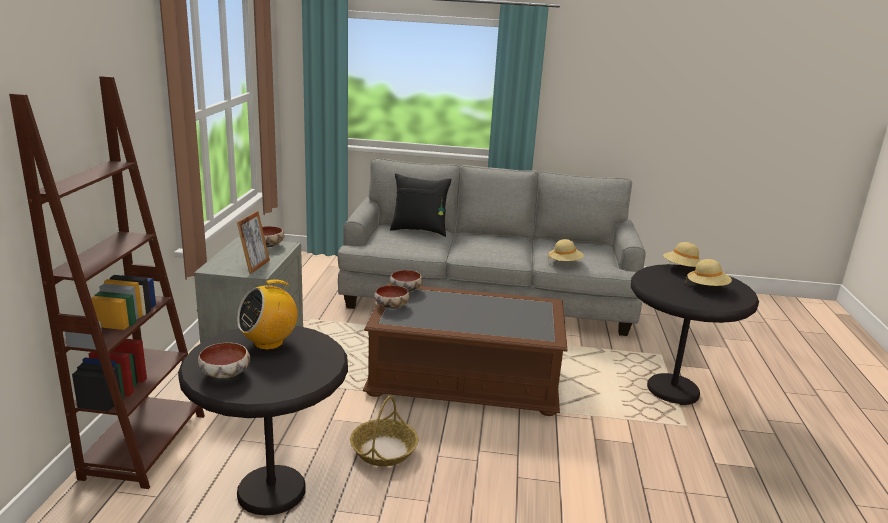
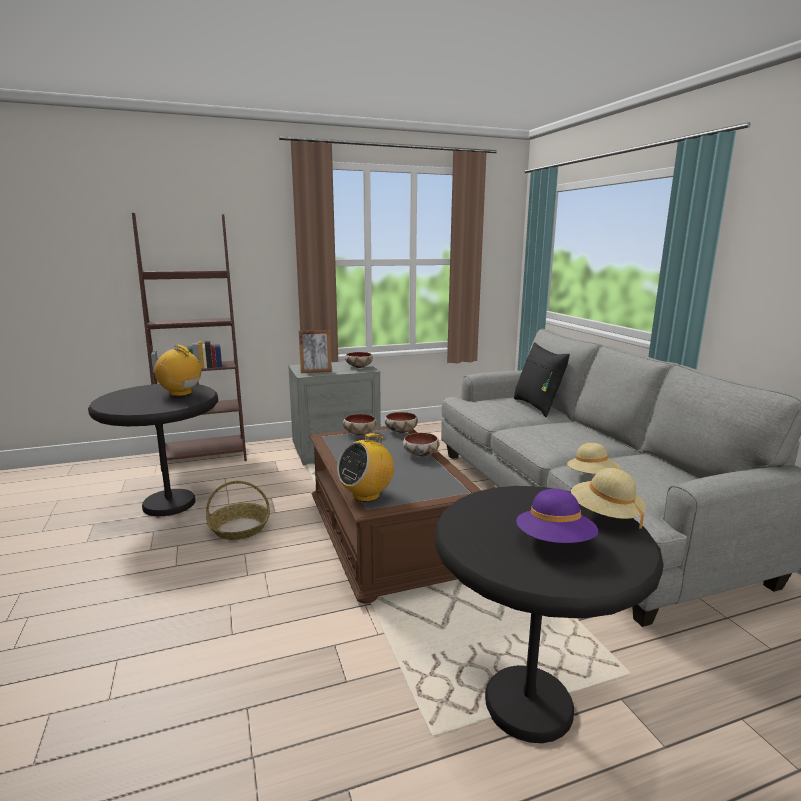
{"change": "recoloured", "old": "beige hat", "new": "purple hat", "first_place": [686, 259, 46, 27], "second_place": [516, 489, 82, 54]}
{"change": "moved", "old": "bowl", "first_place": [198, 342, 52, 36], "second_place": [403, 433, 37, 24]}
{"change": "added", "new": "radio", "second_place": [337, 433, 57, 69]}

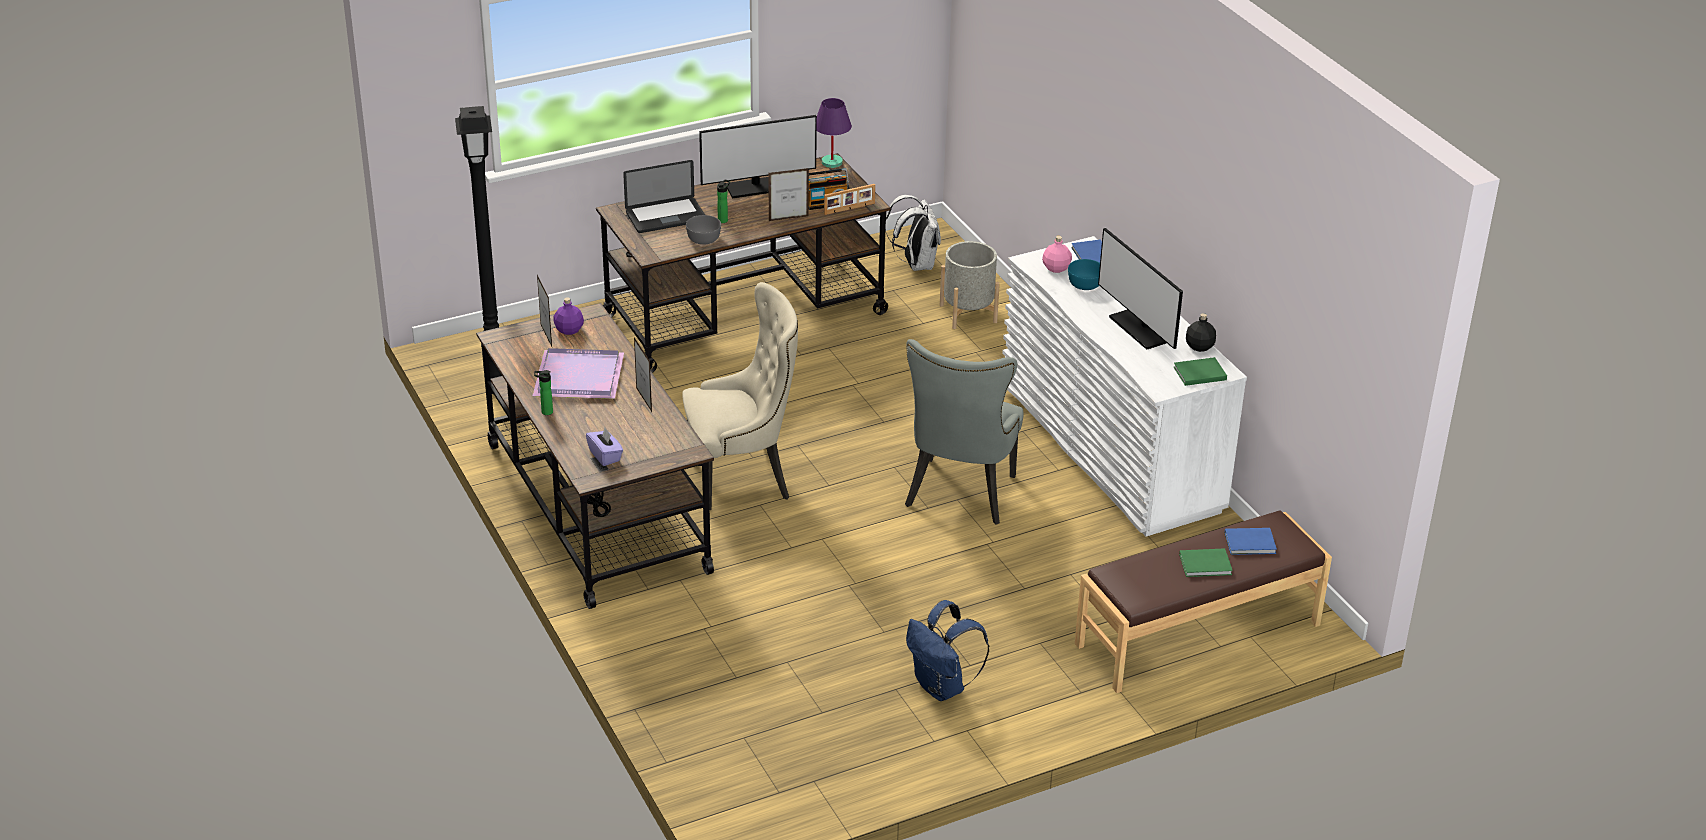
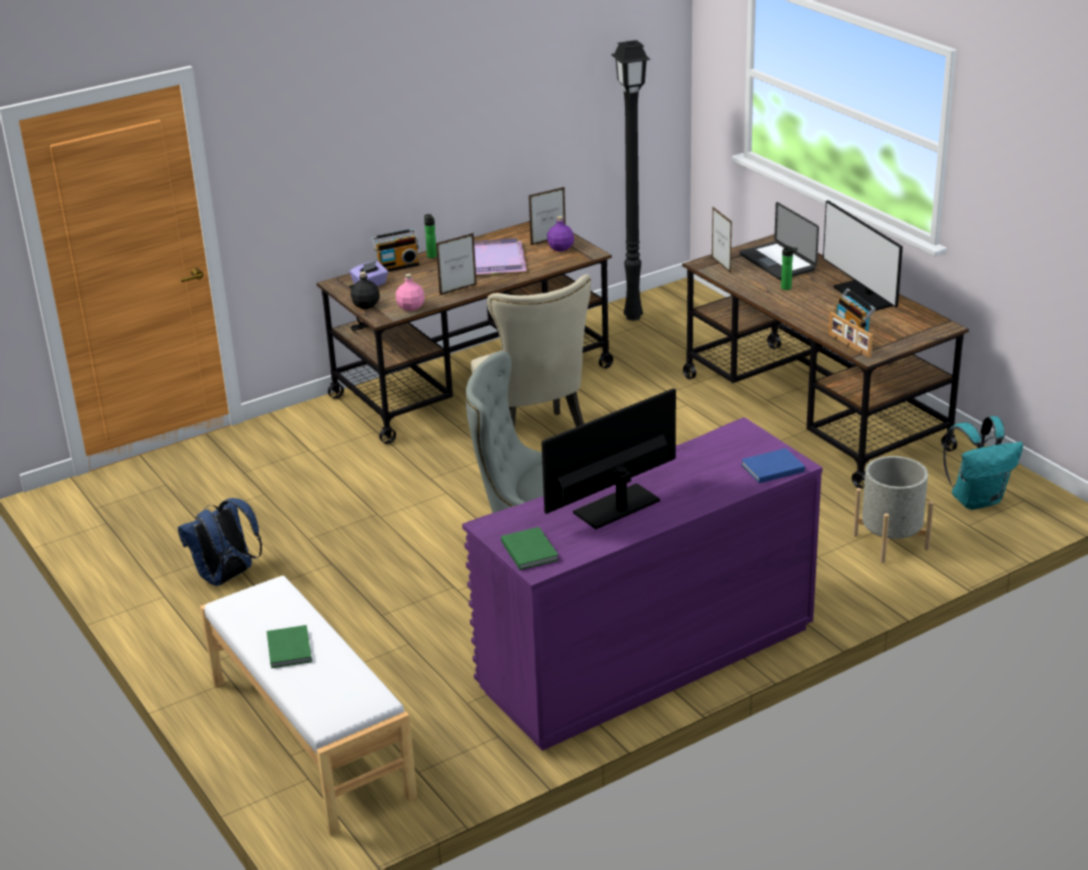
{"change": "removed", "old": "purple table lamp", "first_place": [817, 98, 35, 70]}
{"change": "moved", "old": "picture frame", "first_place": [768, 168, 41, 53], "second_place": [712, 207, 20, 66]}
{"change": "recoloured", "old": "white backpack", "new": "turquoise backpack", "first_place": [885, 195, 56, 76], "second_place": [943, 416, 80, 94]}
{"change": "removed", "old": "grey bowl", "first_place": [686, 215, 35, 30]}
{"change": "recoloured", "old": "white dresser", "new": "purple dresser", "first_place": [1002, 236, 245, 300], "second_place": [462, 417, 361, 334]}
{"change": "moved", "old": "pink bottle", "first_place": [1042, 236, 30, 37], "second_place": [396, 274, 29, 37]}
{"change": "removed", "old": "turquoise bowl", "first_place": [1068, 259, 32, 31]}
{"change": "moved", "old": "black bottle", "first_place": [1186, 313, 30, 39], "second_place": [351, 272, 29, 37]}
{"change": "recoloured", "old": "brown bench", "new": "white bench", "first_place": [1075, 510, 257, 183], "second_place": [200, 576, 217, 260]}
{"change": "removed", "old": "blue book", "first_place": [1225, 528, 52, 27]}
{"change": "added", "new": "radio", "second_place": [371, 229, 48, 43]}

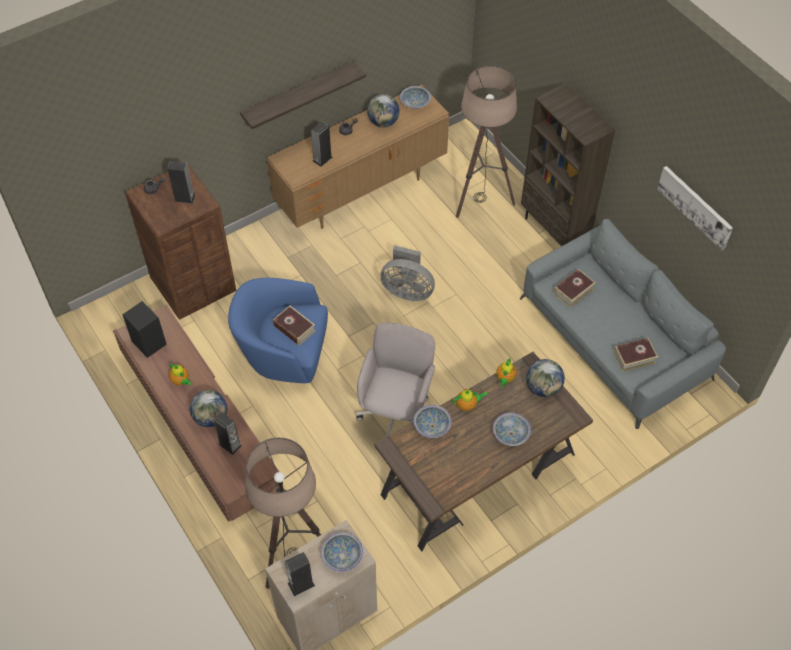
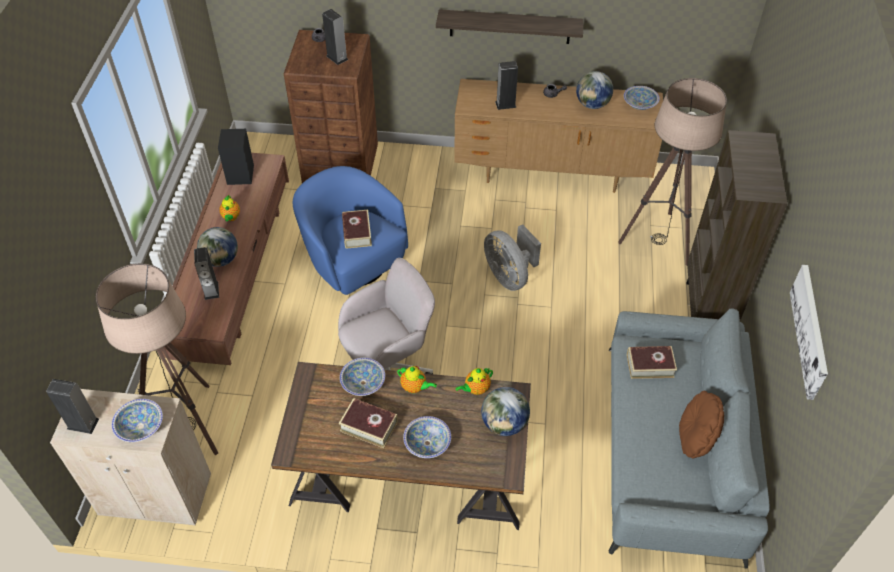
{"change": "moved", "old": "book", "first_place": [613, 338, 45, 34], "second_place": [339, 398, 59, 50]}
{"change": "added", "new": "brown pillow", "second_place": [679, 391, 45, 67]}

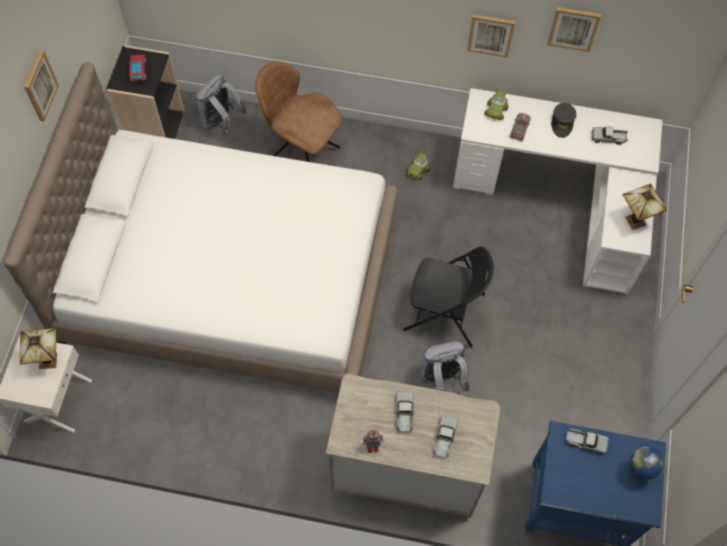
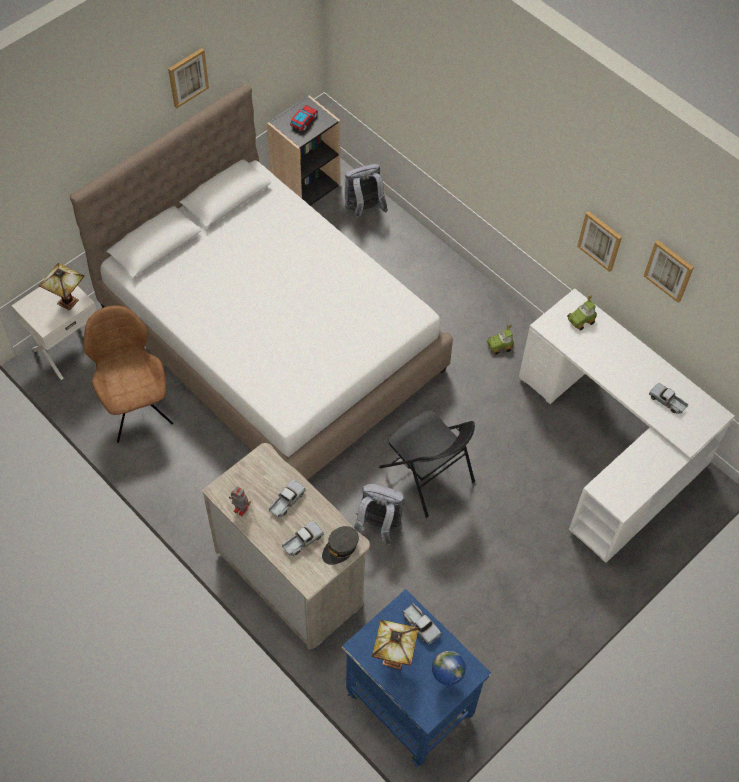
{"change": "moved", "old": "brown chair", "first_place": [255, 61, 87, 101], "second_place": [84, 305, 89, 138]}
{"change": "moved", "old": "grey cap", "first_place": [551, 103, 25, 35], "second_place": [322, 526, 37, 39]}
{"change": "removed", "old": "toy truck", "first_place": [509, 113, 22, 29]}
{"change": "moved", "old": "table lamp", "first_place": [623, 183, 44, 47], "second_place": [372, 620, 47, 50]}

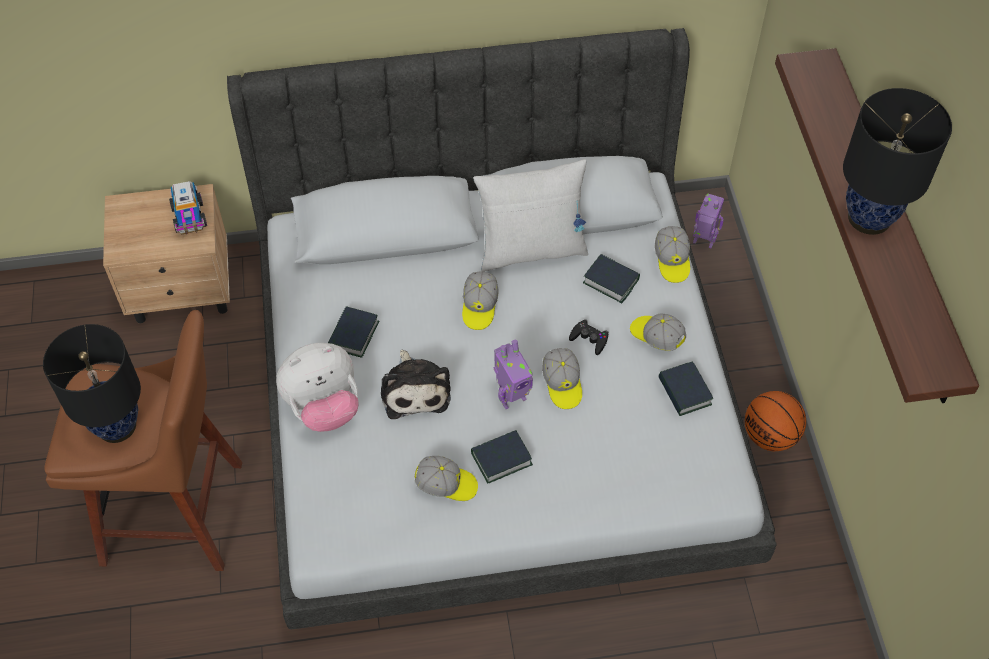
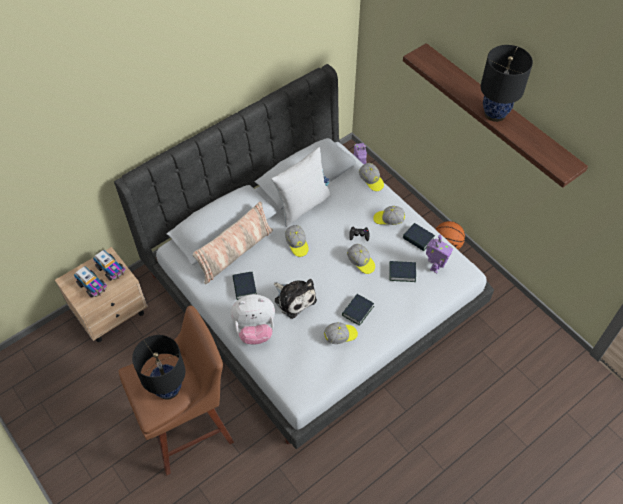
{"change": "moved", "old": "book", "first_place": [583, 254, 57, 49], "second_place": [389, 261, 27, 21]}
{"change": "moved", "old": "toy robot", "first_place": [494, 340, 39, 69], "second_place": [426, 235, 27, 38]}
{"change": "turned", "old": "plush toy", "first_place": [276, 343, 83, 89], "second_place": [231, 294, 44, 51], "degrees": 45}
{"change": "added", "new": "pillow", "second_place": [193, 202, 80, 82]}
{"change": "added", "new": "toy truck", "second_place": [74, 266, 33, 32]}

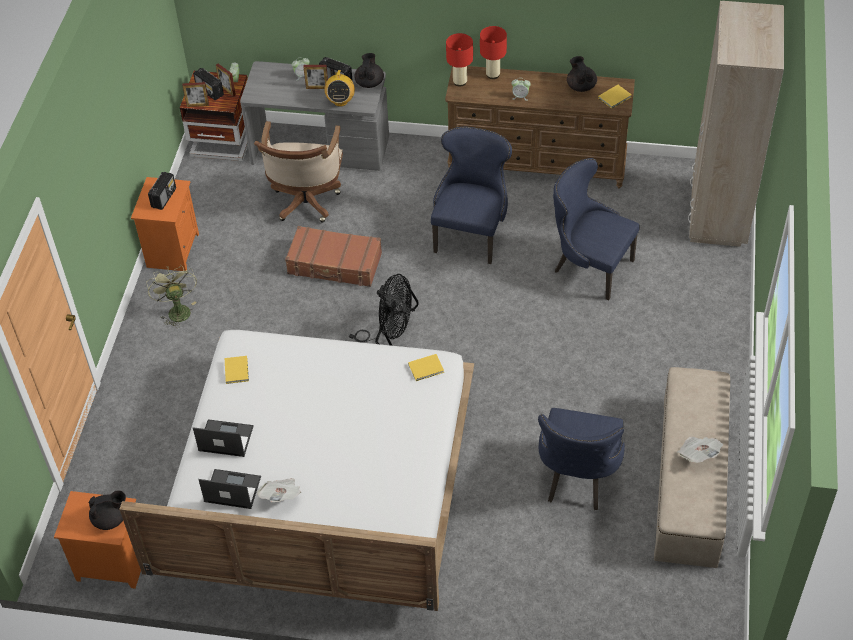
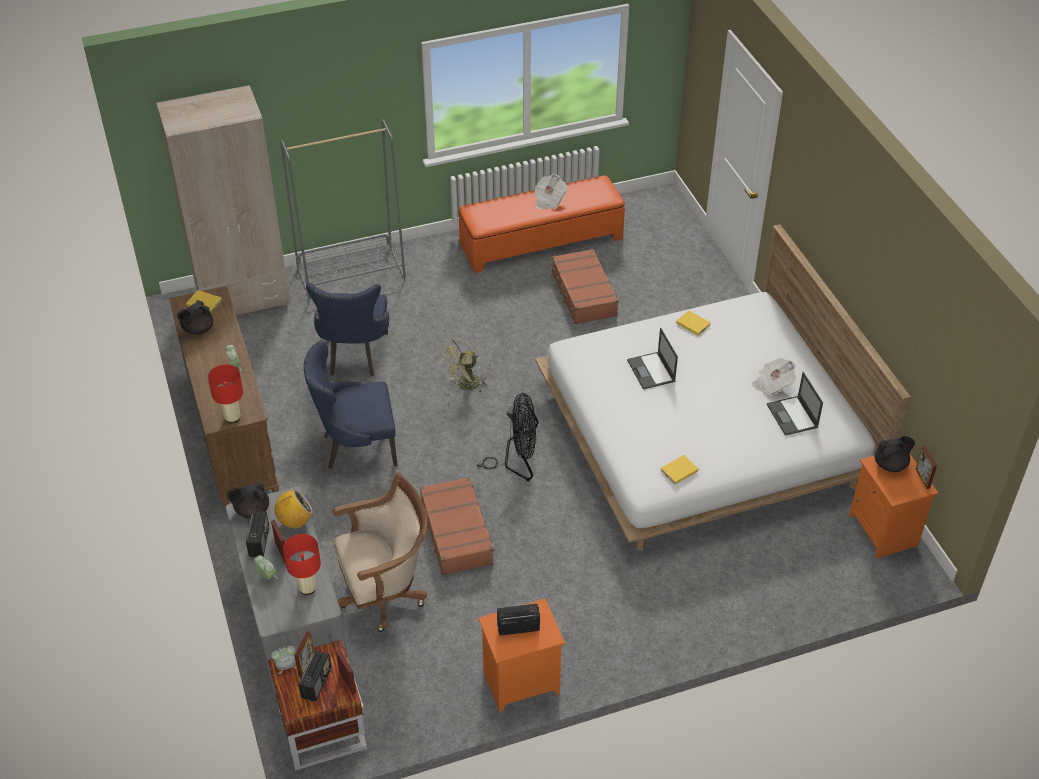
{"change": "moved", "old": "red table lamp", "first_place": [480, 26, 27, 53], "second_place": [283, 534, 38, 61]}
{"change": "moved", "old": "green fan", "first_place": [146, 265, 51, 63], "second_place": [441, 339, 46, 53]}
{"change": "turned", "old": "black fan", "first_place": [348, 274, 71, 72], "second_place": [476, 393, 62, 89], "degrees": 105}
{"change": "moved", "old": "yellow book", "first_place": [408, 354, 36, 27], "second_place": [676, 311, 35, 24]}
{"change": "recoloured", "old": "beige bench", "new": "orange bench", "first_place": [654, 367, 76, 201], "second_place": [459, 175, 166, 98]}
{"change": "replaced", "old": "blue chair", "new": "brown suitcase", "first_place": [538, 408, 87, 102], "second_place": [551, 249, 68, 75]}
{"change": "moved", "old": "laptop", "first_place": [193, 419, 61, 38], "second_place": [627, 328, 51, 61]}
{"change": "turned", "old": "black teapot", "first_place": [88, 490, 38, 40], "second_place": [875, 436, 40, 36], "degrees": 120}
{"change": "added", "new": "grey clothes rack", "second_place": [280, 120, 126, 179]}
{"change": "added", "new": "picture frame", "second_place": [916, 446, 21, 43]}

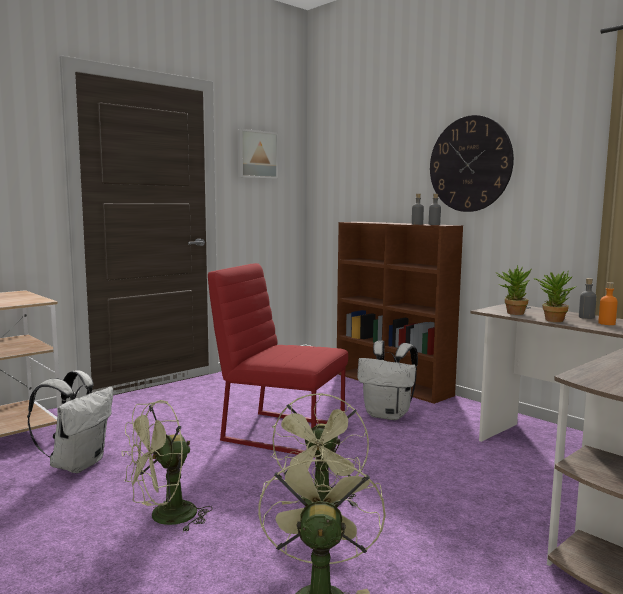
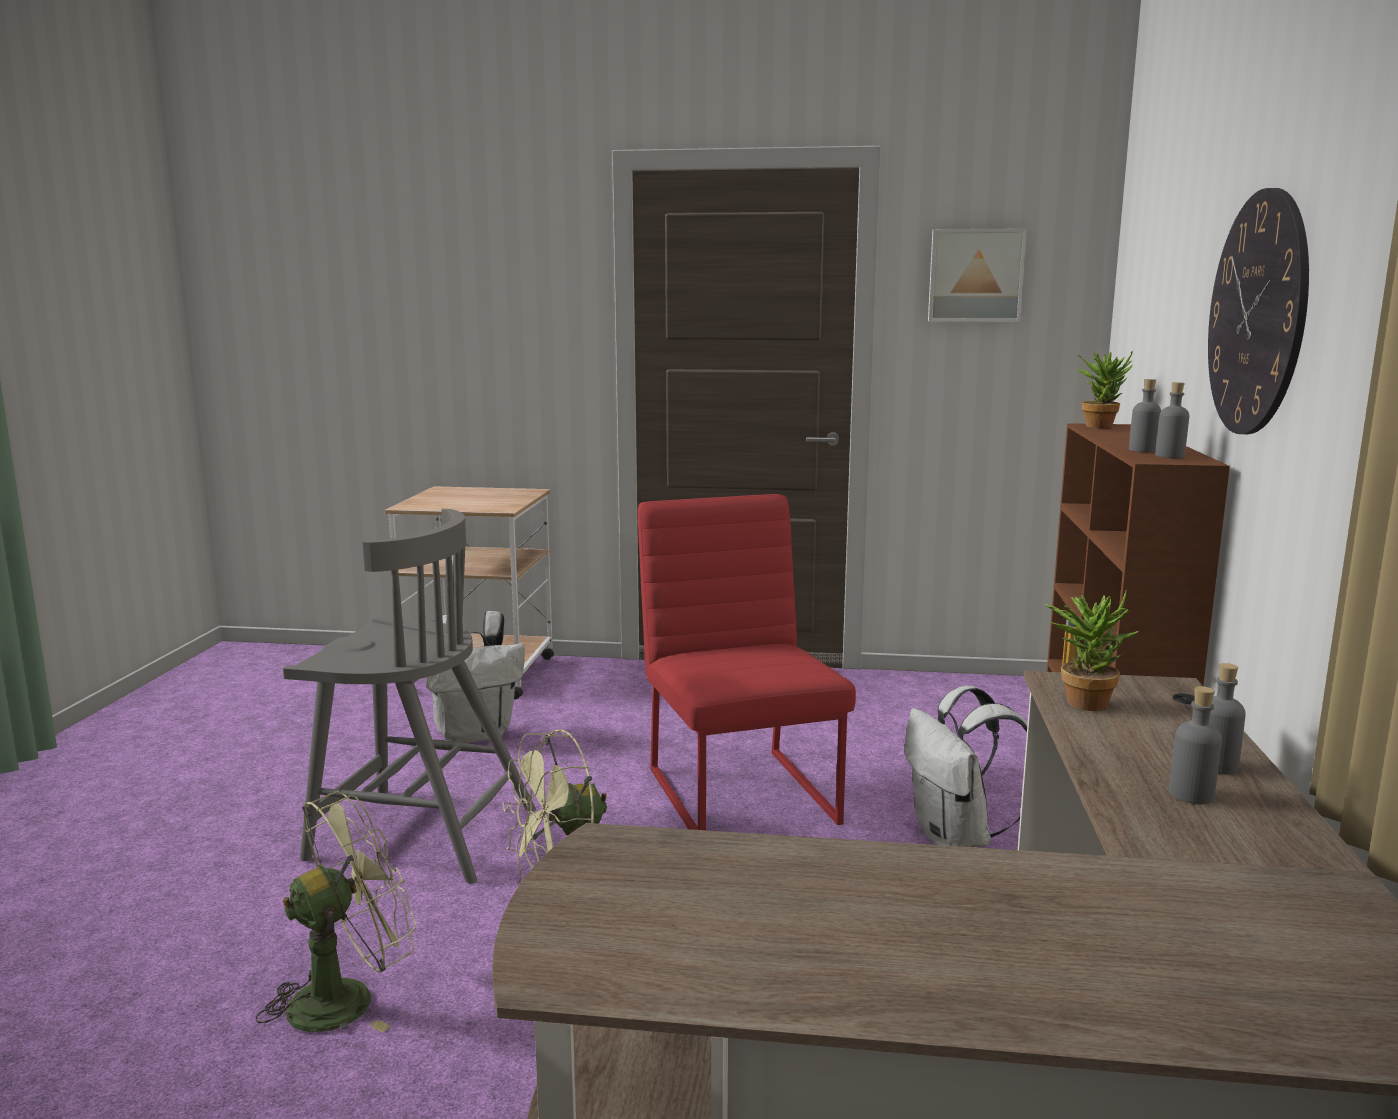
{"change": "moved", "old": "potted plant", "first_place": [534, 271, 42, 51], "second_place": [1077, 351, 56, 77]}
{"change": "recoloured", "old": "orange bottle", "new": "grey bottle", "first_place": [598, 282, 20, 43], "second_place": [1169, 686, 53, 118]}
{"change": "replaced", "old": "green fan", "new": "grey chair", "first_place": [122, 400, 90, 133], "second_place": [283, 509, 253, 375]}

